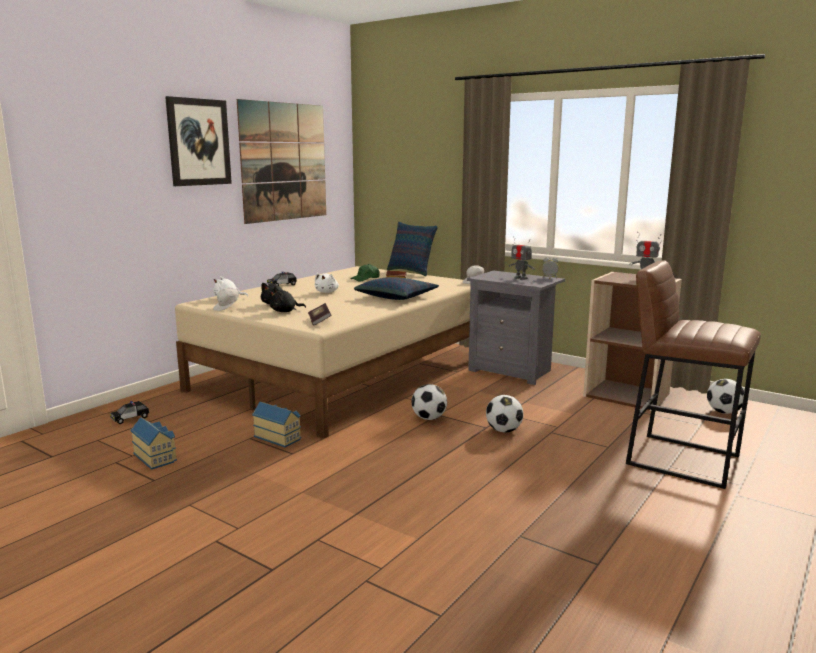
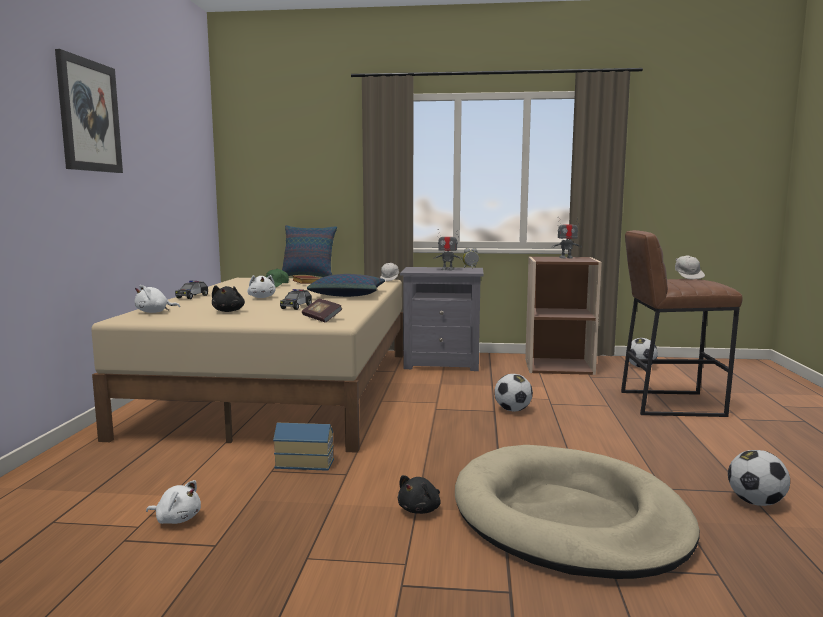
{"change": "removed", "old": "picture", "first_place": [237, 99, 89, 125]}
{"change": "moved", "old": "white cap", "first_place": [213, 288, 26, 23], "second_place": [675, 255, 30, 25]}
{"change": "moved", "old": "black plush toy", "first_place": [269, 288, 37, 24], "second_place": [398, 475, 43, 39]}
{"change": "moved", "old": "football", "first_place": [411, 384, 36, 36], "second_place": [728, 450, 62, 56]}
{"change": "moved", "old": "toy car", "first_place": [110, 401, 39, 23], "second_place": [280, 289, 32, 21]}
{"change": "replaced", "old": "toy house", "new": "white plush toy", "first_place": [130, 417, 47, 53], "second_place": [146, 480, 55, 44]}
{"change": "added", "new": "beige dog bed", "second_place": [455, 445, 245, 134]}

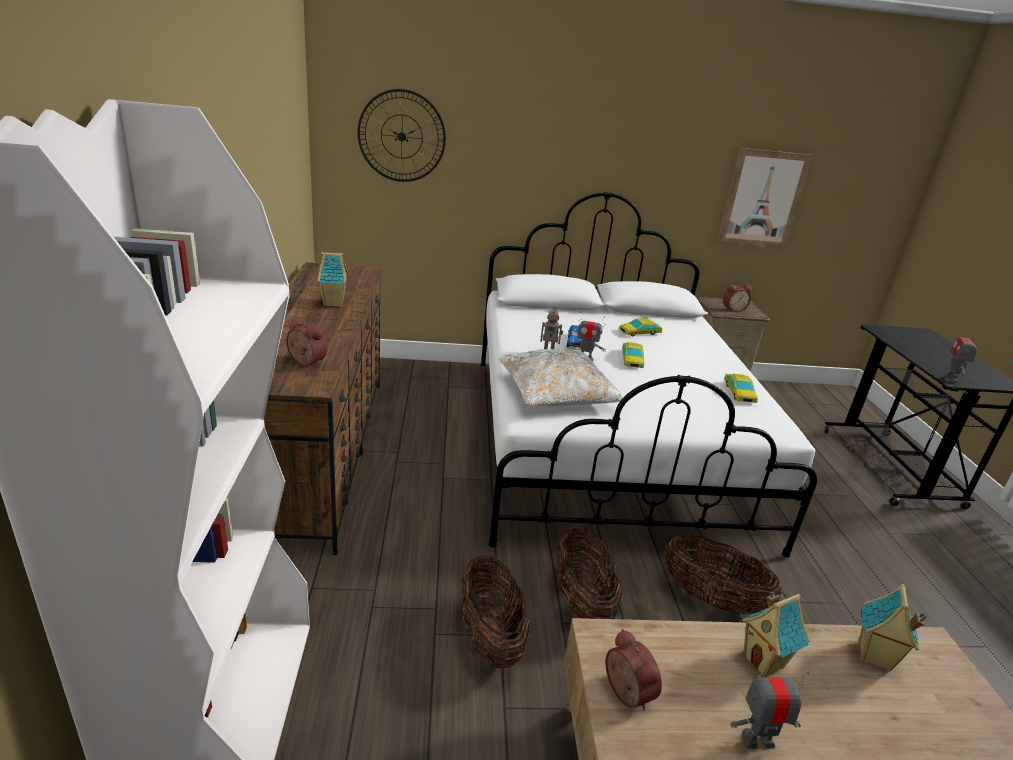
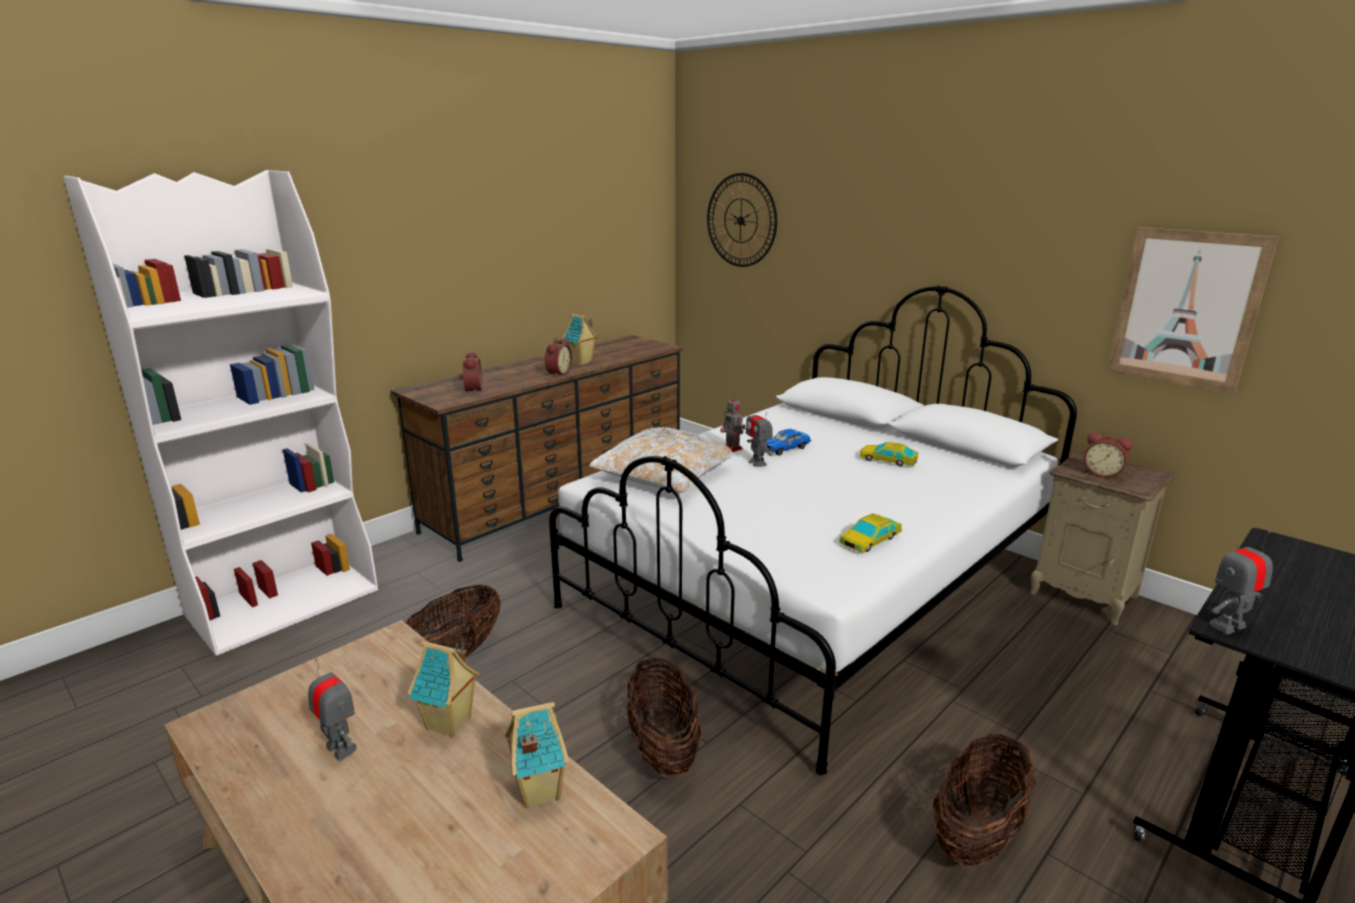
{"change": "removed", "old": "toy car", "first_place": [622, 342, 22, 26]}
{"change": "moved", "old": "basket", "first_place": [557, 527, 65, 92], "second_place": [933, 734, 103, 133]}
{"change": "moved", "old": "alarm clock", "first_place": [605, 629, 57, 82], "second_place": [545, 338, 27, 39]}

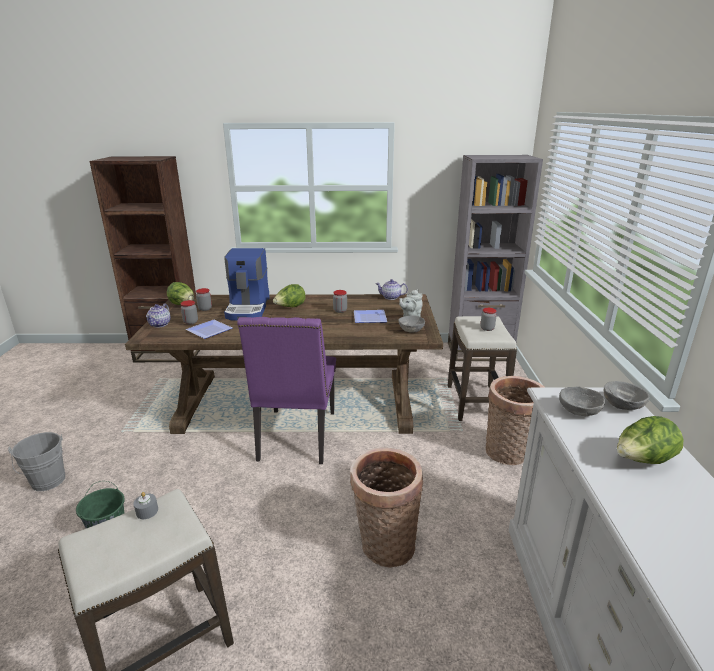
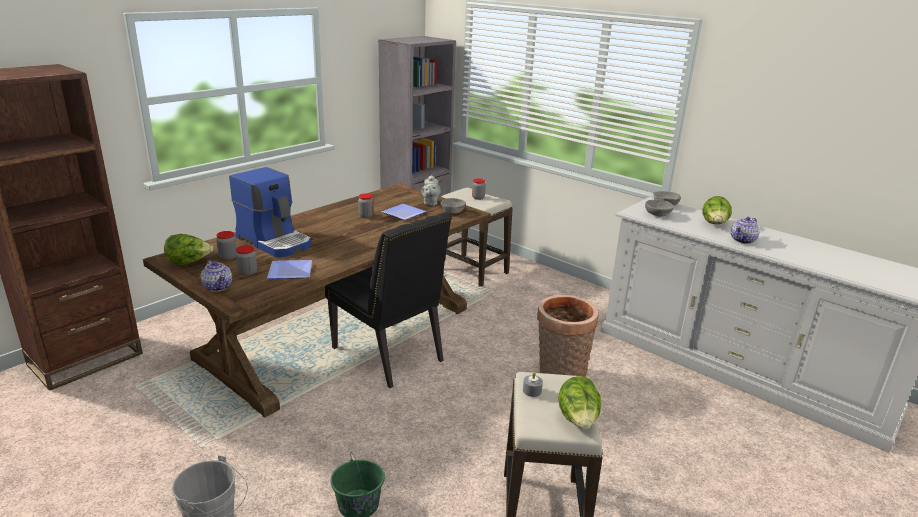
{"change": "moved", "old": "teapot", "first_place": [375, 279, 33, 21], "second_place": [731, 217, 29, 27]}
{"change": "moved", "old": "lettuce", "first_place": [273, 284, 33, 23], "second_place": [558, 376, 43, 53]}
{"change": "recoloured", "old": "purple chair", "new": "black chair", "first_place": [237, 317, 99, 147], "second_place": [325, 212, 127, 176]}
{"change": "removed", "old": "basket", "first_place": [486, 376, 58, 89]}

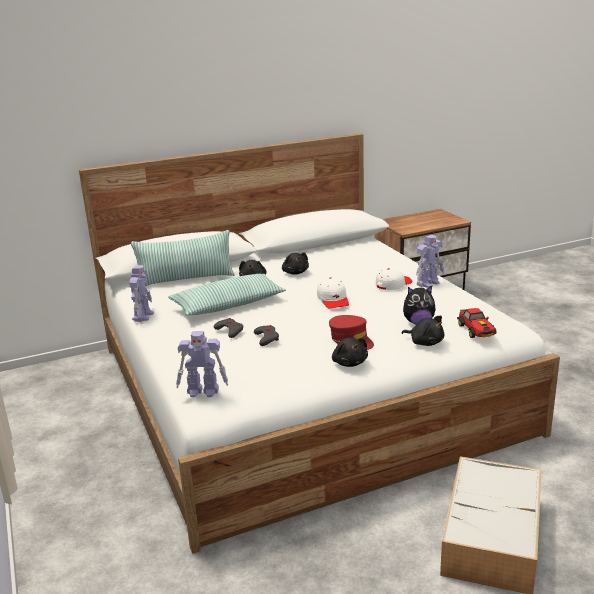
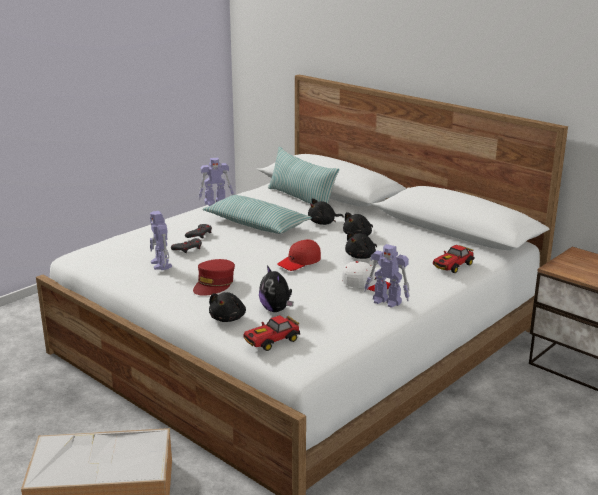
{"change": "recoloured", "old": "white cap", "new": "red cap", "first_place": [317, 277, 32, 32], "second_place": [277, 239, 44, 32]}
{"change": "moved", "old": "toy robot", "first_place": [176, 331, 52, 66], "second_place": [150, 211, 22, 59]}
{"change": "moved", "old": "black plush toy", "first_place": [332, 337, 36, 30], "second_place": [345, 232, 32, 27]}
{"change": "added", "new": "toy car", "second_place": [433, 245, 42, 28]}

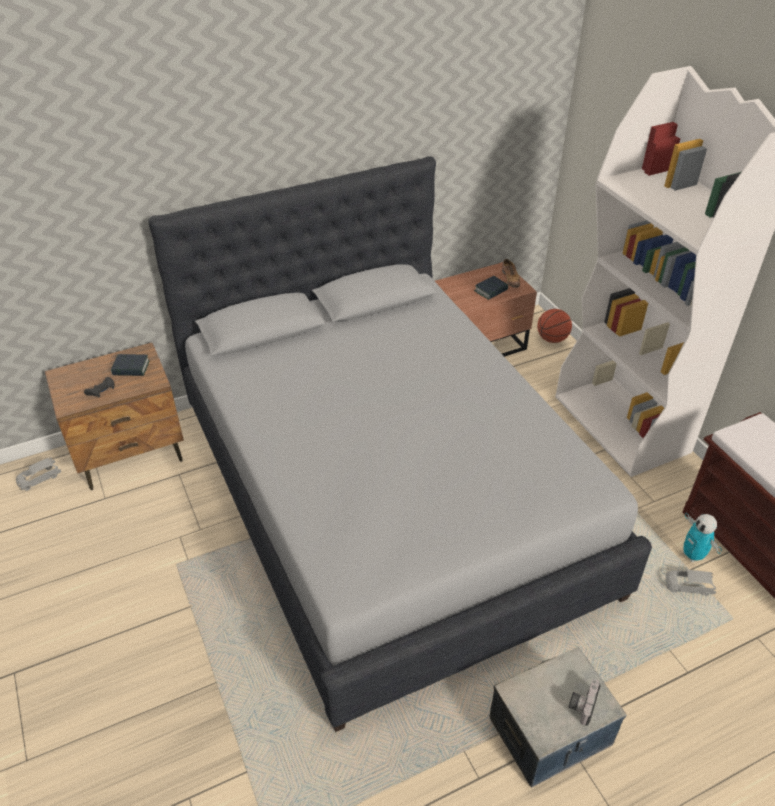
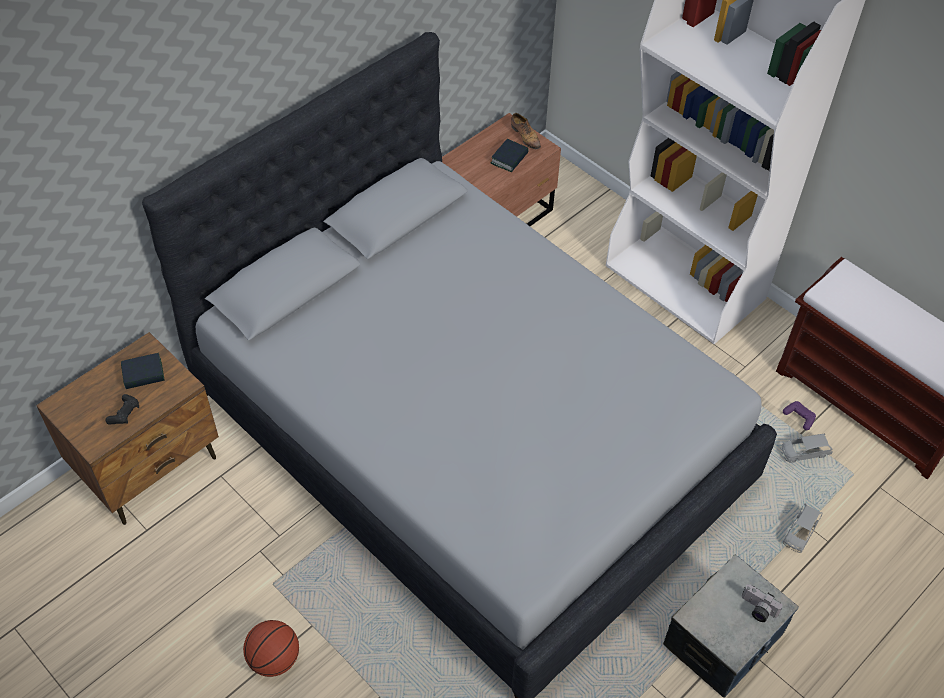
{"change": "moved", "old": "basketball", "first_place": [537, 309, 35, 34], "second_place": [243, 620, 56, 57]}
{"change": "moved", "old": "grey toy car", "first_place": [16, 458, 45, 33], "second_place": [783, 504, 39, 49]}
{"change": "replaced", "old": "toy robot", "new": "purple game controller", "first_place": [683, 513, 39, 49], "second_place": [783, 401, 33, 29]}
{"change": "turned", "old": "photo camera", "first_place": [568, 679, 32, 47], "second_place": [742, 584, 41, 38], "degrees": -60}

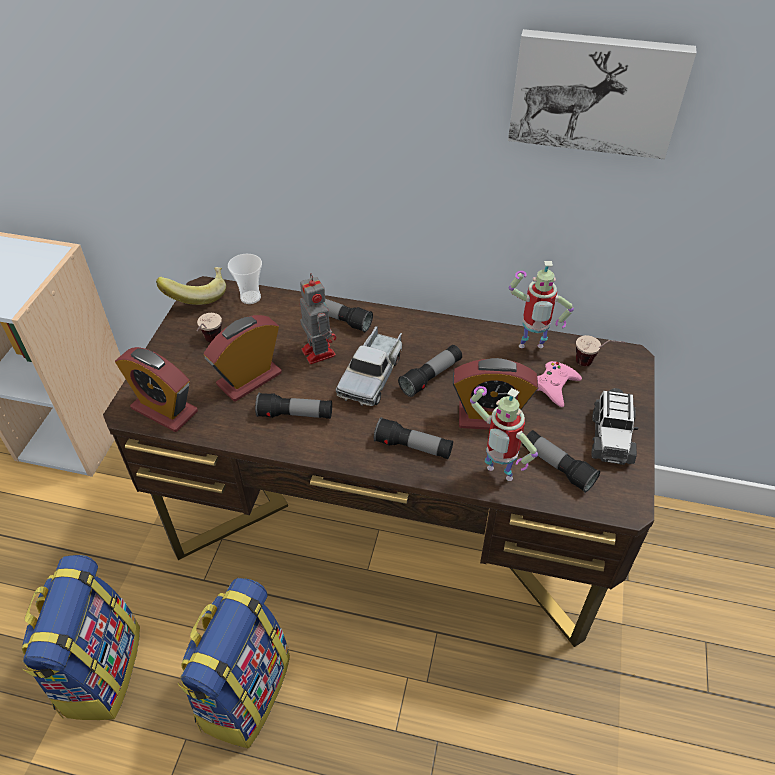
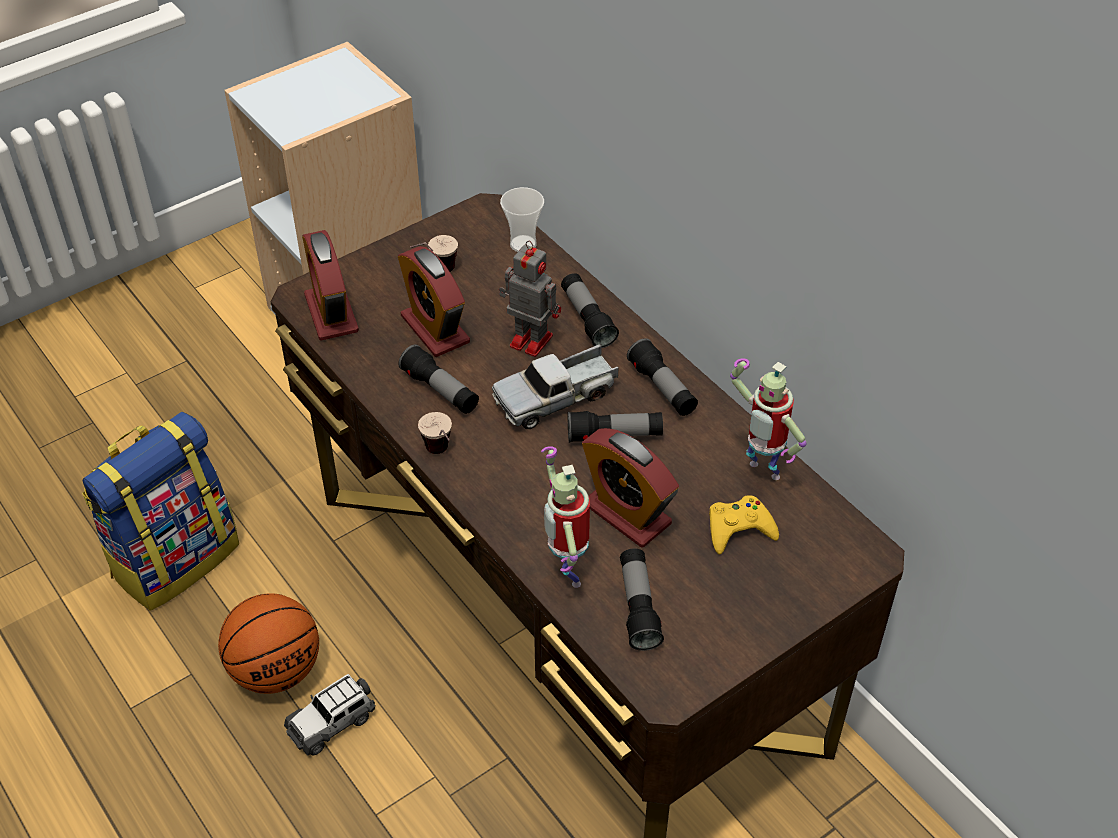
{"change": "removed", "old": "picture", "first_place": [508, 29, 189, 131]}
{"change": "removed", "old": "banana", "first_place": [156, 267, 70, 38]}
{"change": "turned", "old": "toy robot", "first_place": [300, 273, 36, 91], "second_place": [499, 241, 62, 116], "degrees": -75}
{"change": "turned", "old": "alarm clock", "first_place": [204, 315, 78, 86], "second_place": [398, 246, 72, 111], "degrees": -120}
{"change": "moved", "old": "cup", "first_place": [576, 335, 49, 31], "second_place": [418, 412, 34, 42]}
{"change": "recoloured", "old": "pink game controller", "new": "yellow game controller", "first_place": [537, 361, 45, 46], "second_place": [709, 495, 70, 59]}
{"change": "moved", "old": "toy car", "first_place": [591, 388, 48, 77], "second_place": [284, 674, 92, 81]}
{"change": "moved", "old": "flashlight", "first_place": [374, 417, 79, 42], "second_place": [627, 338, 71, 78]}
{"change": "replaced", "old": "backpack", "new": "basketball", "first_place": [178, 578, 112, 170], "second_place": [218, 593, 101, 101]}

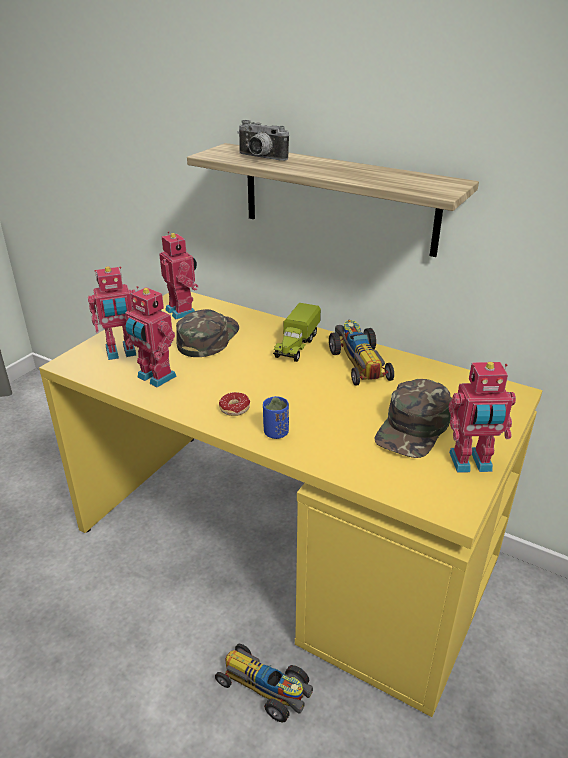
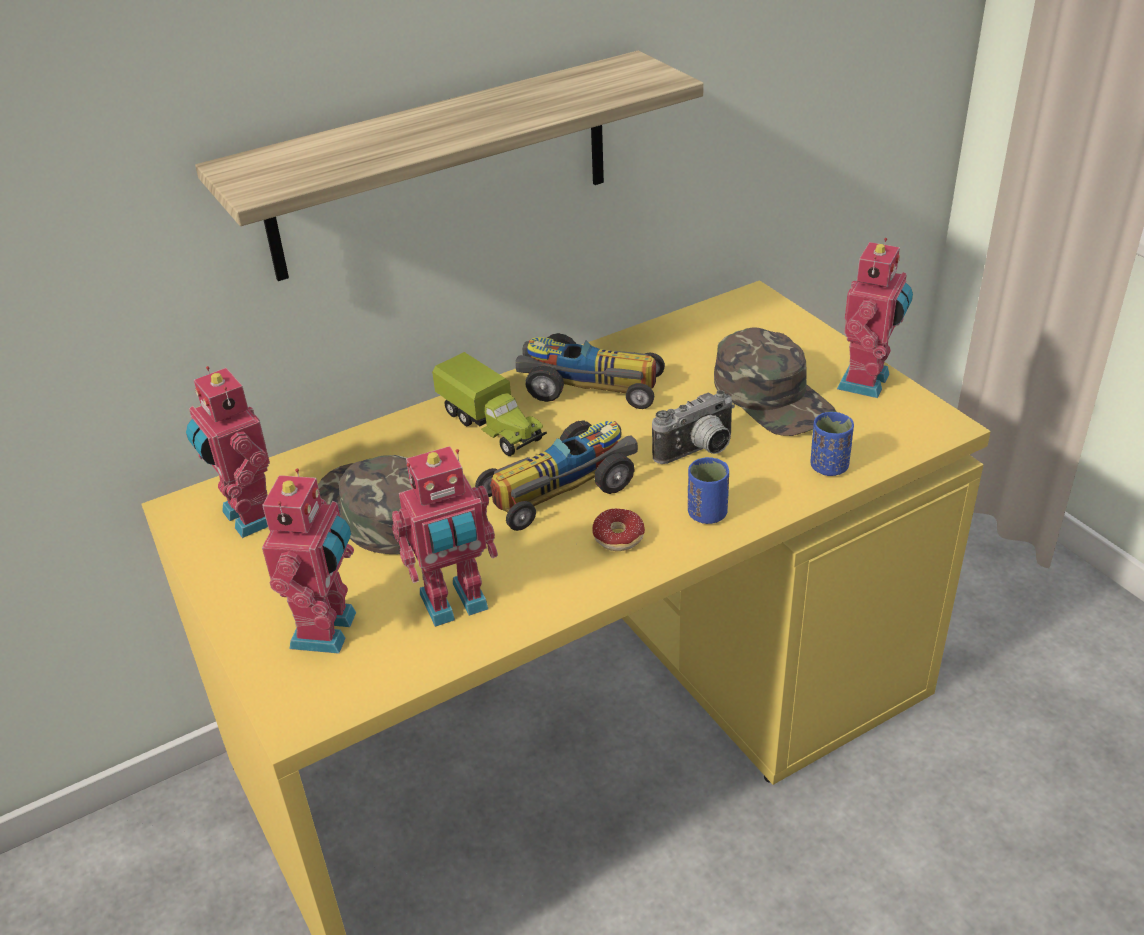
{"change": "moved", "old": "photo camera", "first_place": [237, 120, 52, 41], "second_place": [652, 390, 83, 74]}
{"change": "turned", "old": "toy robot", "first_place": [159, 231, 39, 88], "second_place": [186, 366, 84, 172], "degrees": -120}
{"change": "moved", "old": "toy car", "first_place": [215, 644, 98, 79], "second_place": [475, 420, 163, 111]}
{"change": "added", "new": "blue cup", "second_place": [810, 412, 44, 64]}

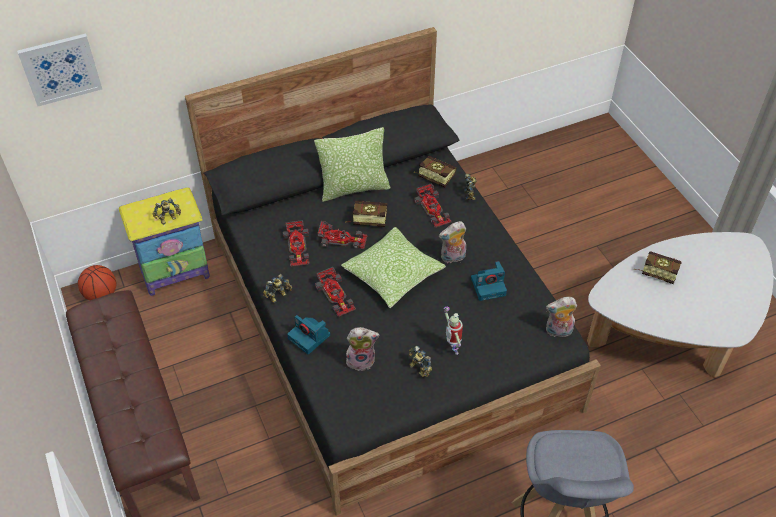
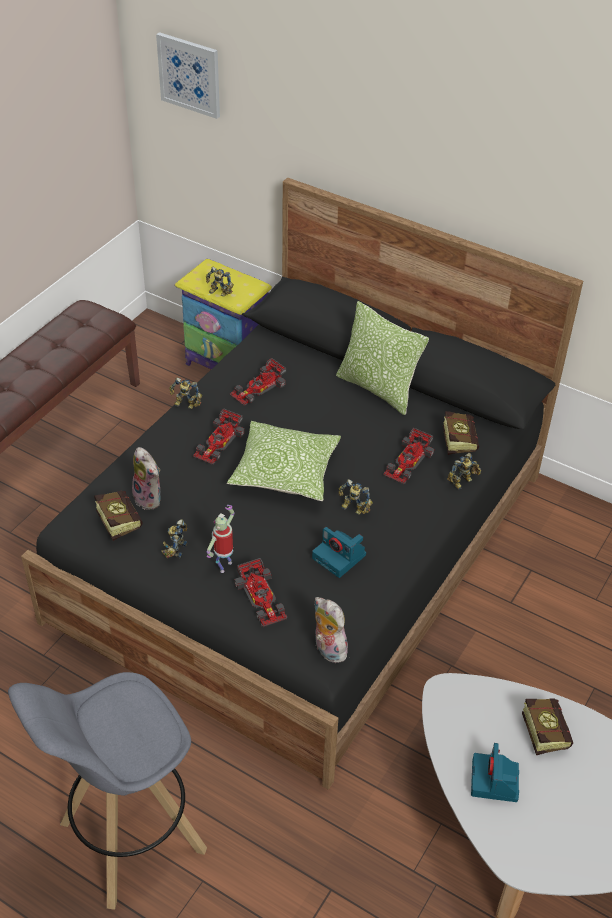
{"change": "moved", "old": "book", "first_place": [345, 201, 43, 26], "second_place": [94, 491, 49, 50]}
{"change": "moved", "old": "toy car", "first_place": [317, 221, 51, 28], "second_place": [234, 558, 54, 69]}
{"change": "replaced", "old": "plush toy", "new": "toy robot", "first_place": [439, 221, 27, 42], "second_place": [339, 479, 34, 36]}
{"change": "removed", "old": "basketball", "first_place": [78, 265, 38, 36]}
{"change": "moved", "old": "photo camera", "first_place": [287, 315, 43, 40], "second_place": [471, 743, 48, 59]}

